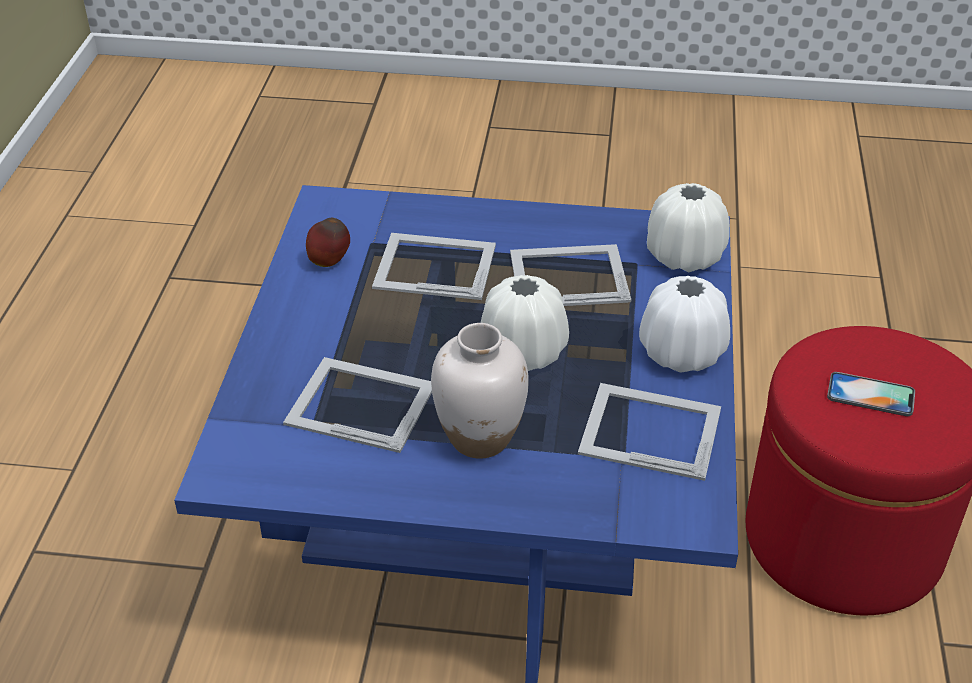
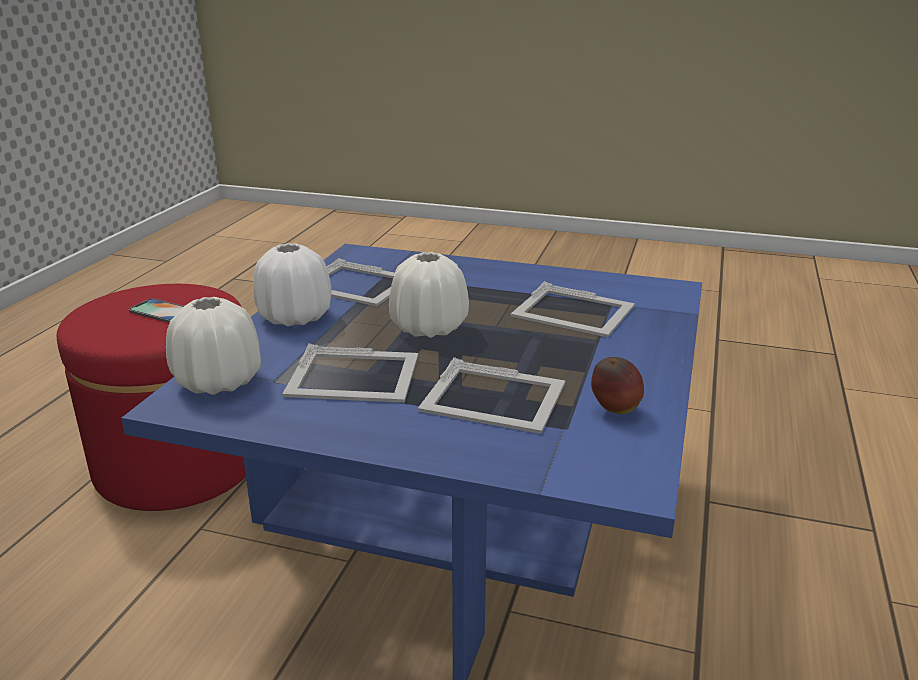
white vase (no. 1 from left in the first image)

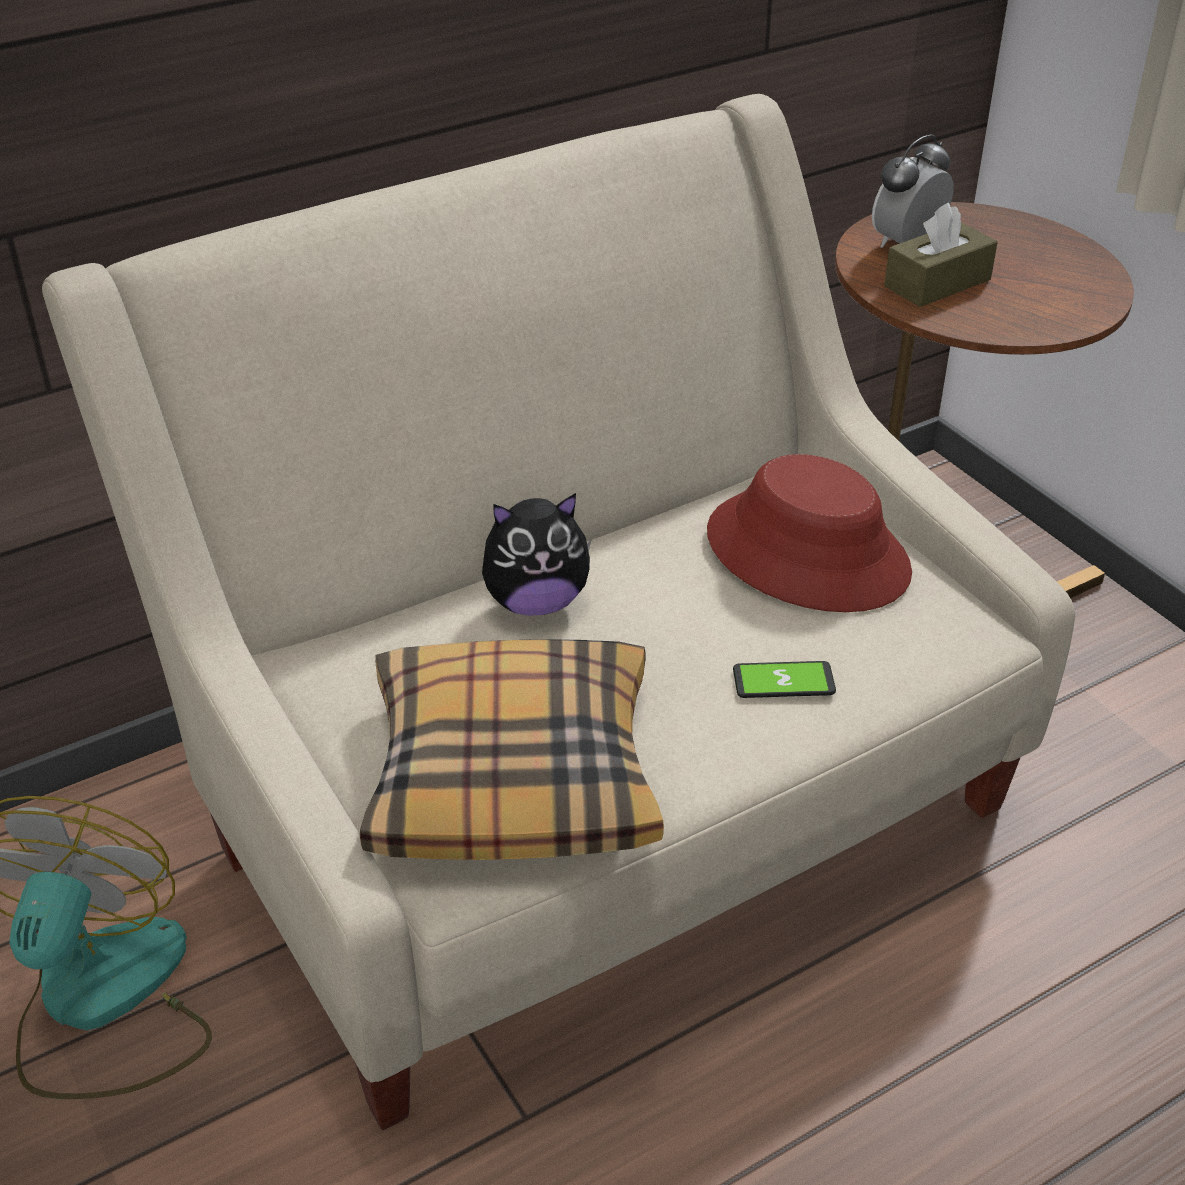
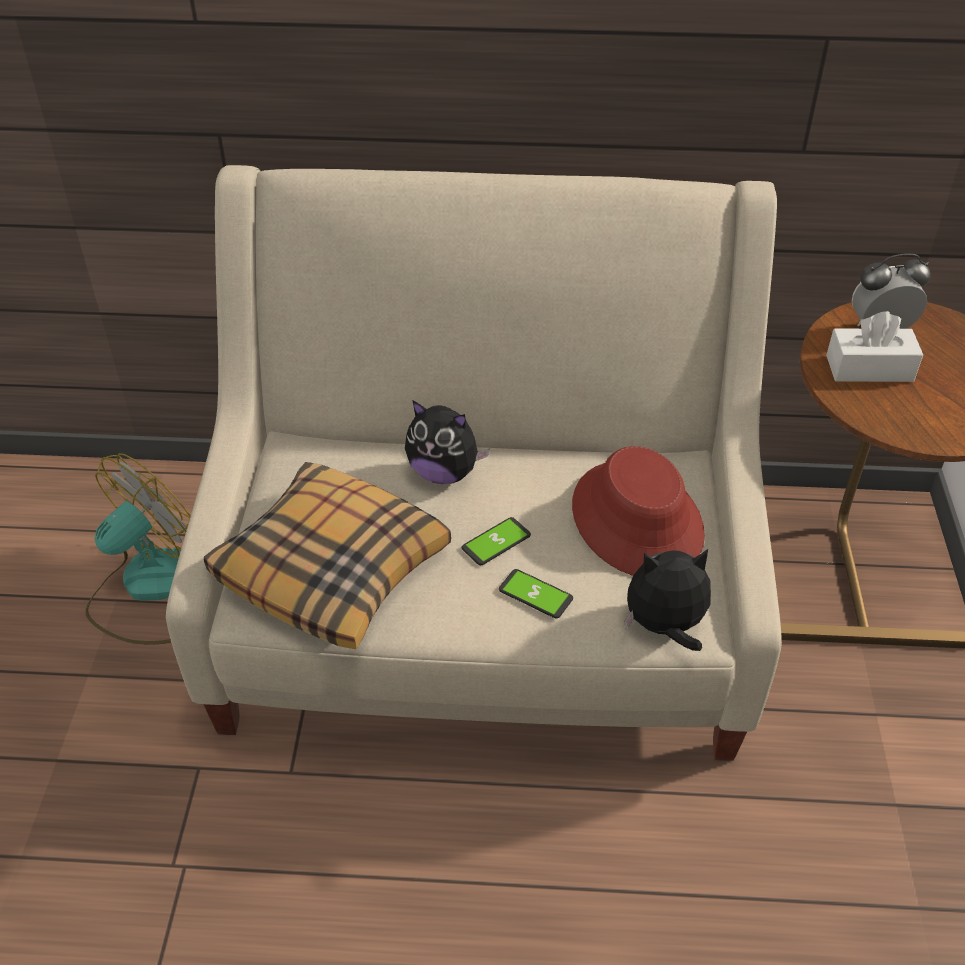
phone (no. 1 from left); plush toy (no. 2 from left); white tissue box

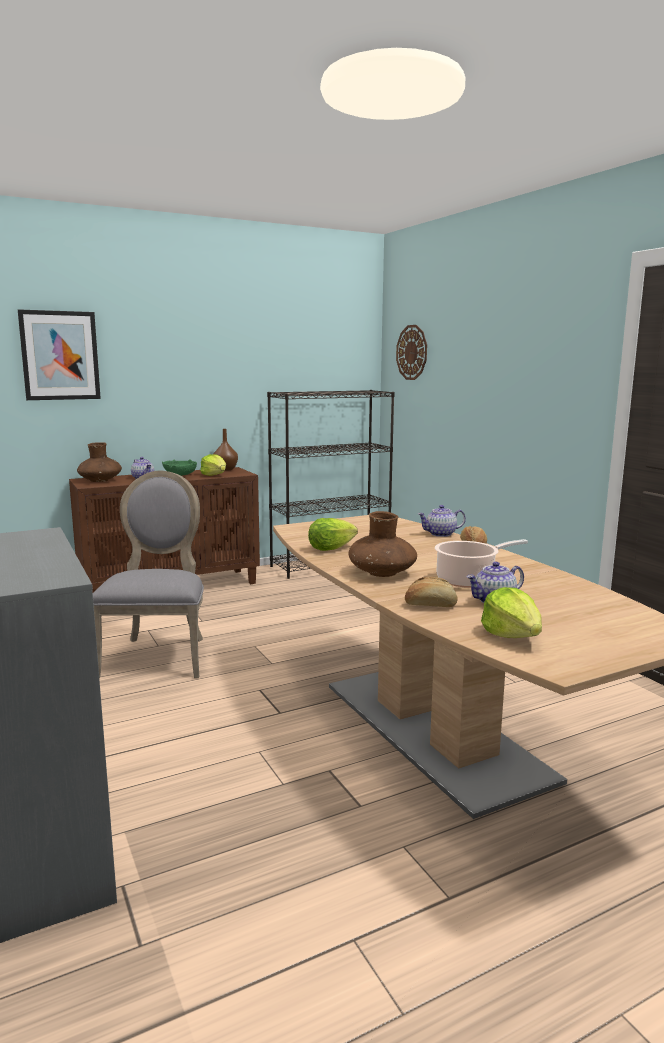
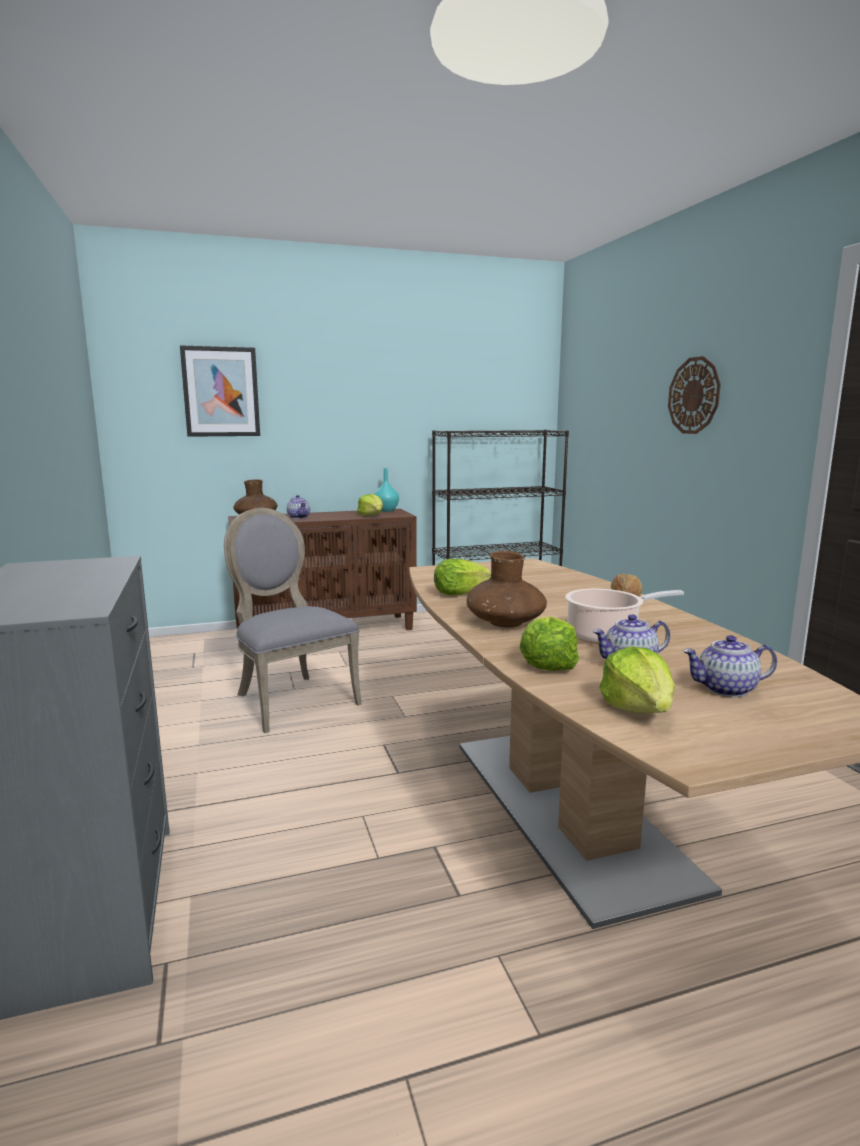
green bowl; wall clock; teapot (no. 3 from left); lettuce (no. 3 from left); turquoise vase; grey chair

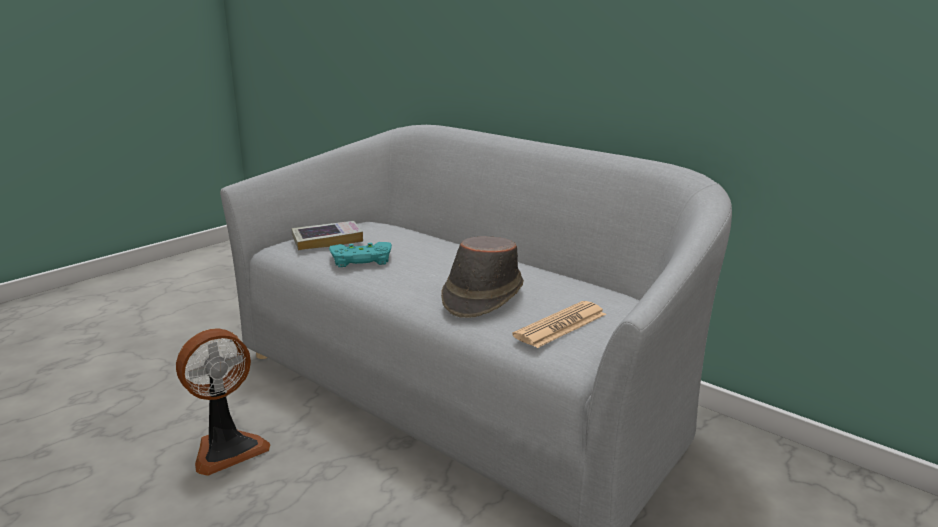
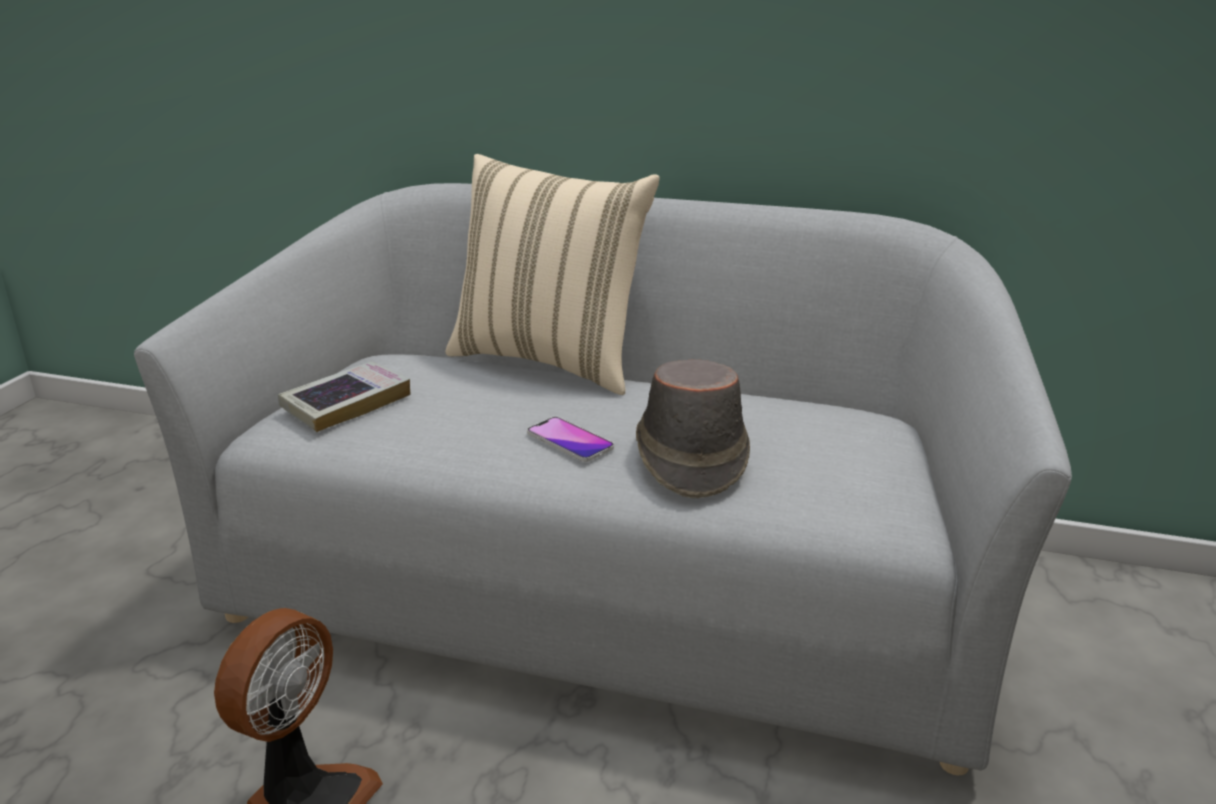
turquoise game controller; newspaper; beige pillow; phone

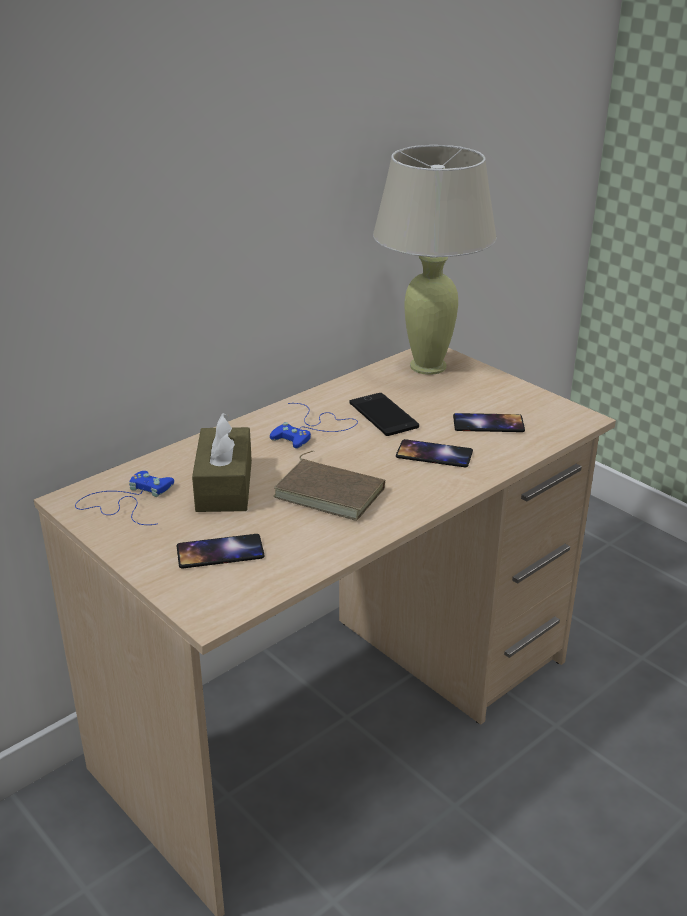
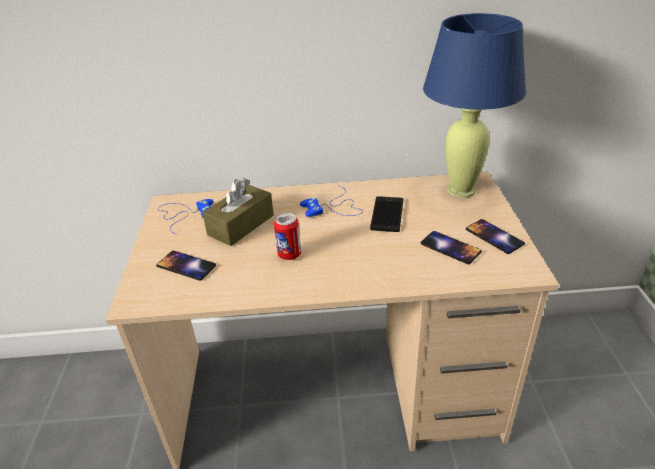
phone (no. 4 from left); can; blue table lamp

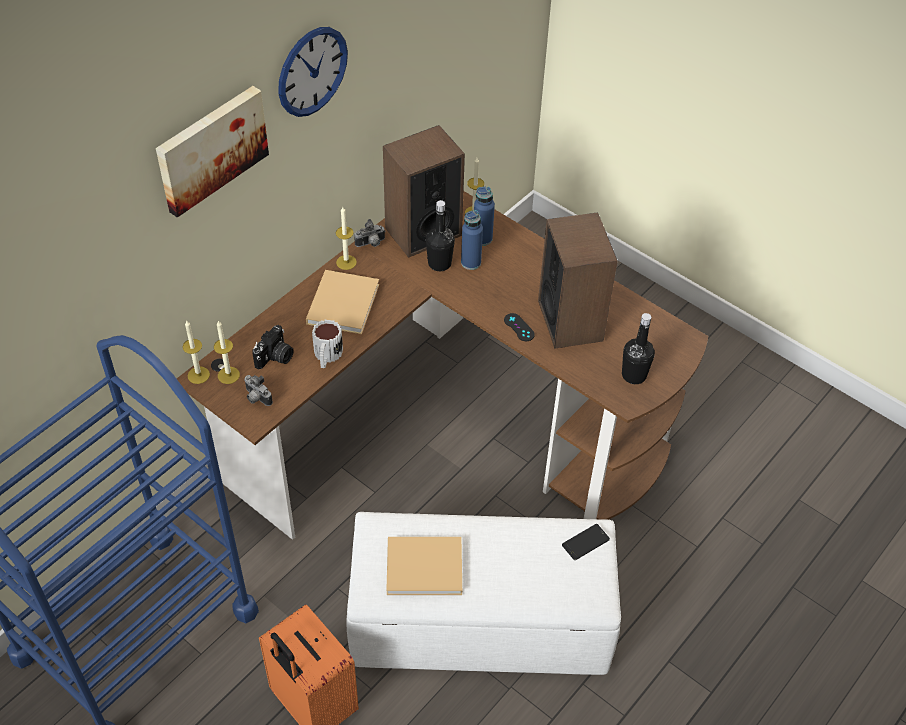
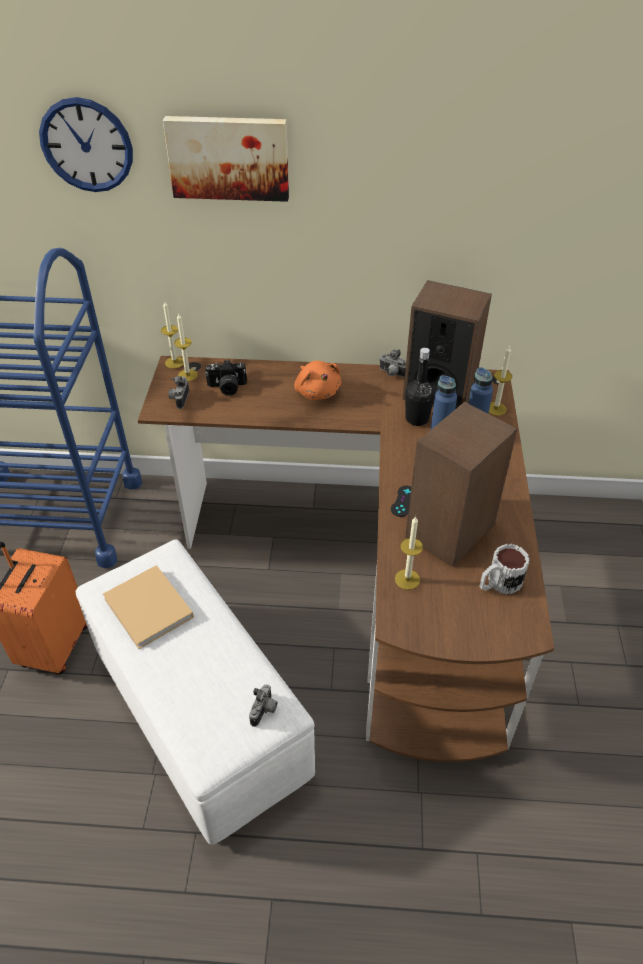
black bottle (no. 2 from left in the first image); wall clock; mug; candle (no. 3 from left); orange plush toy; photo camera (no. 3 from left)

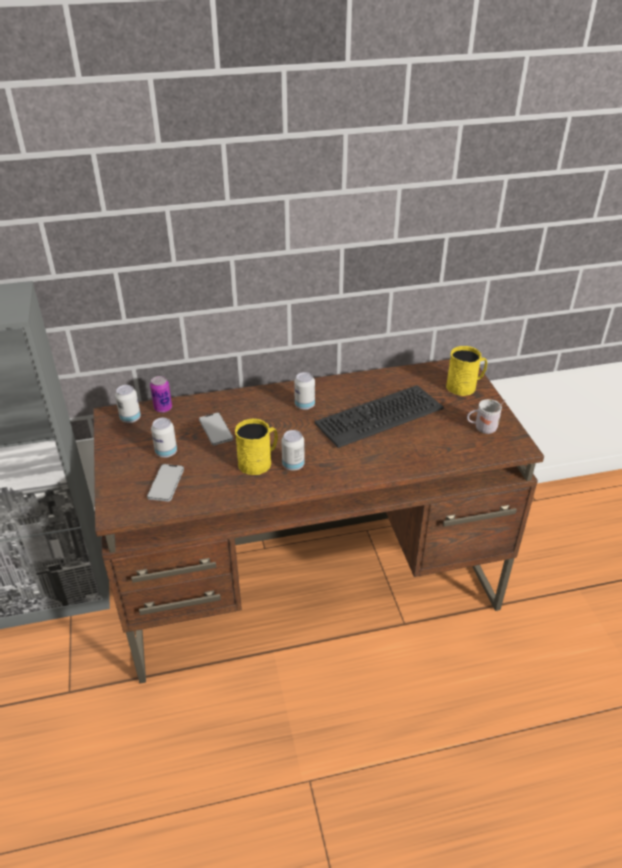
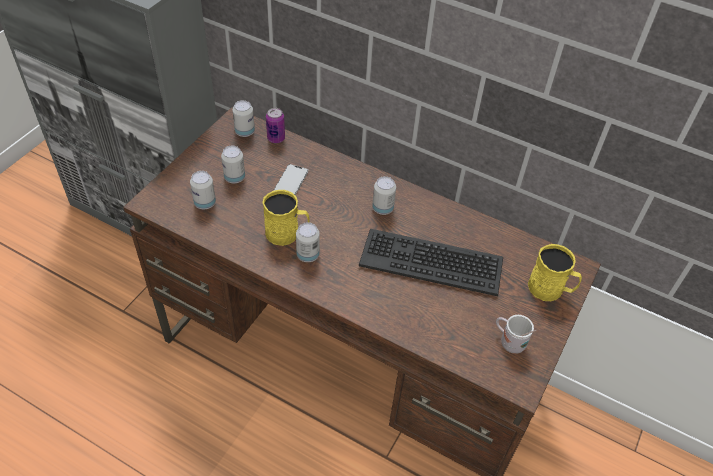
can (no. 1 from left)

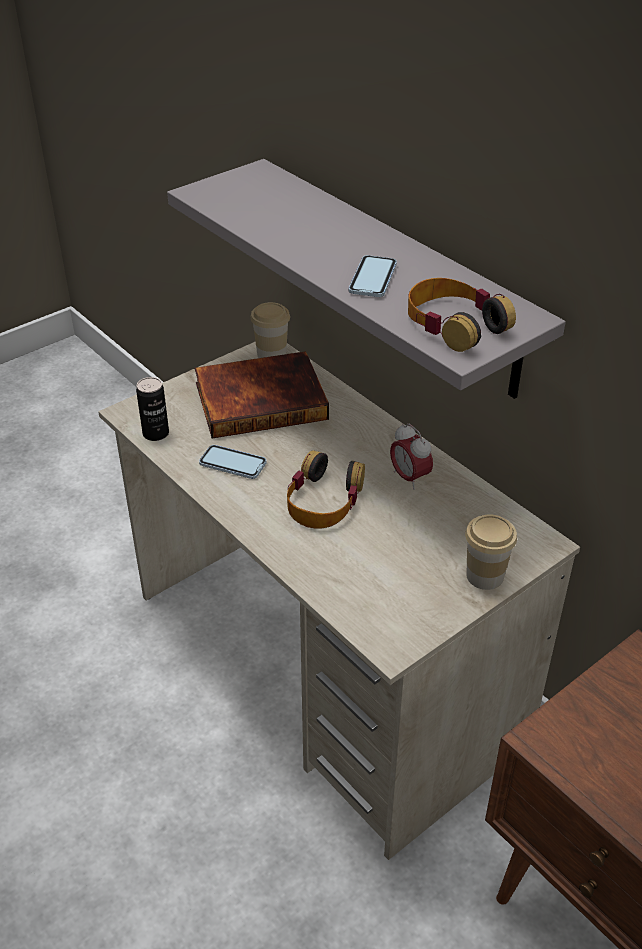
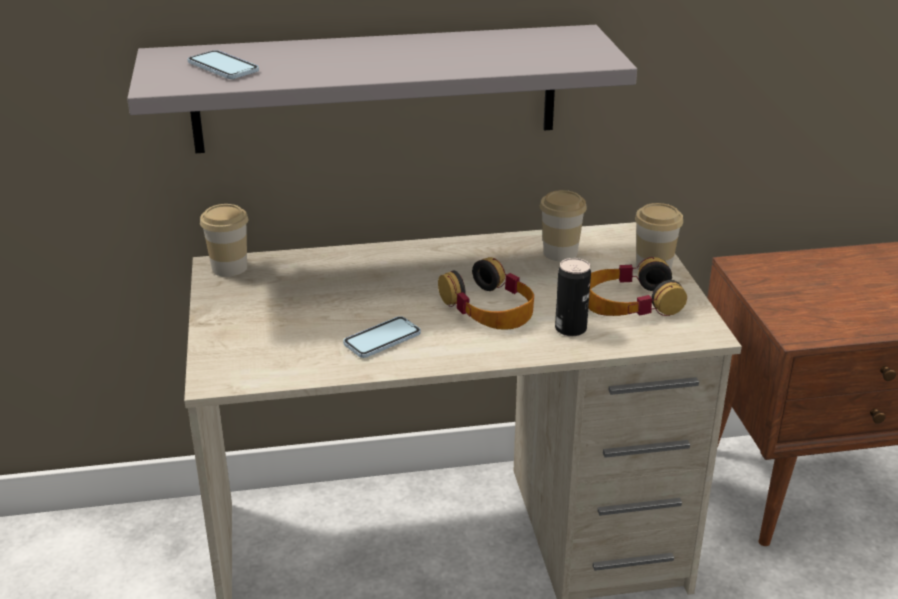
book; alarm clock; cup (no. 2 from left); can; phone (no. 1 from left); headphones (no. 2 from left)

